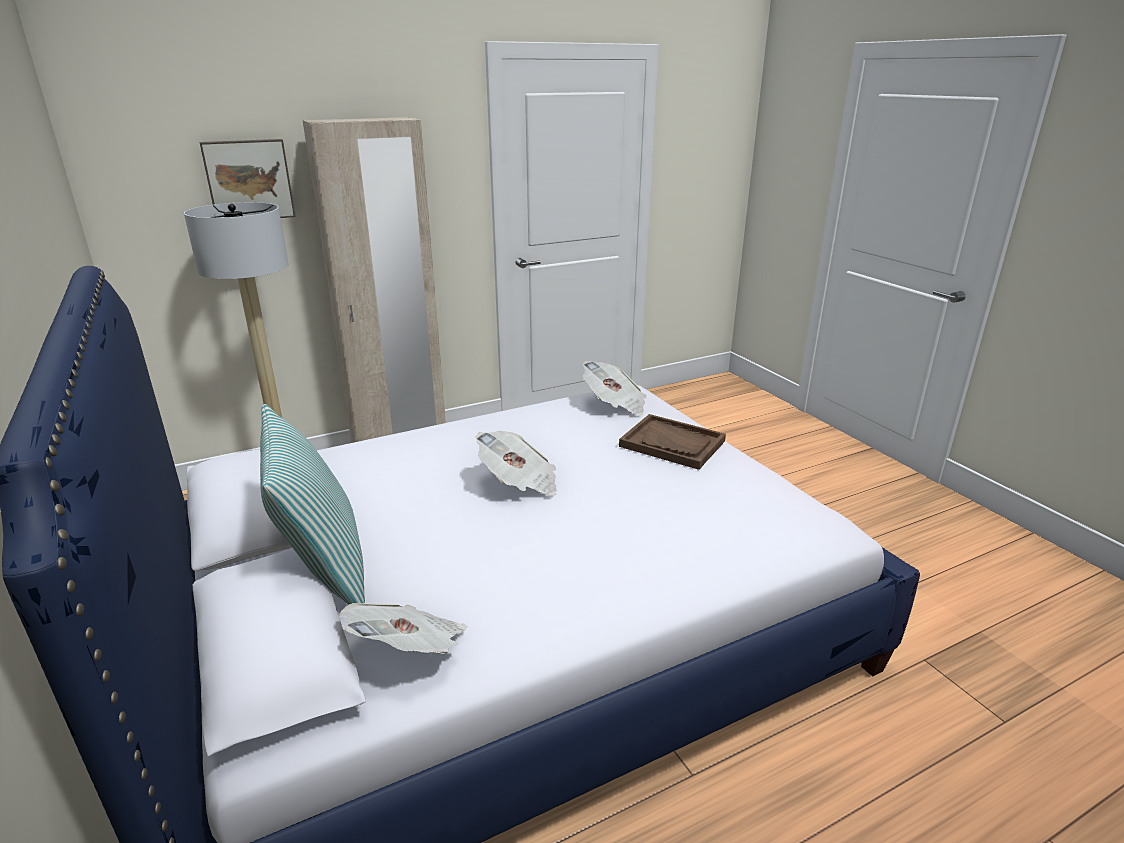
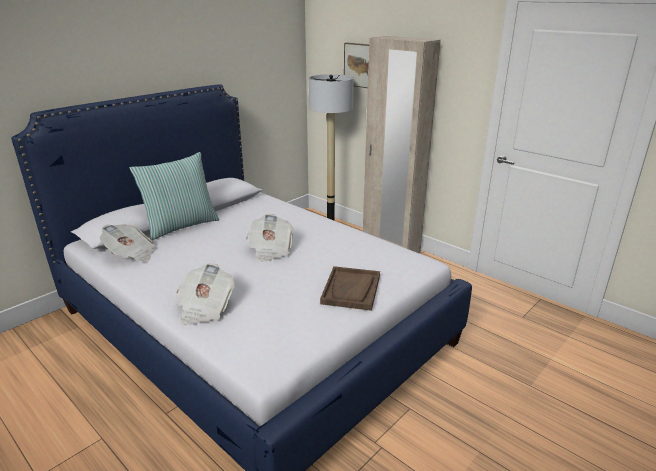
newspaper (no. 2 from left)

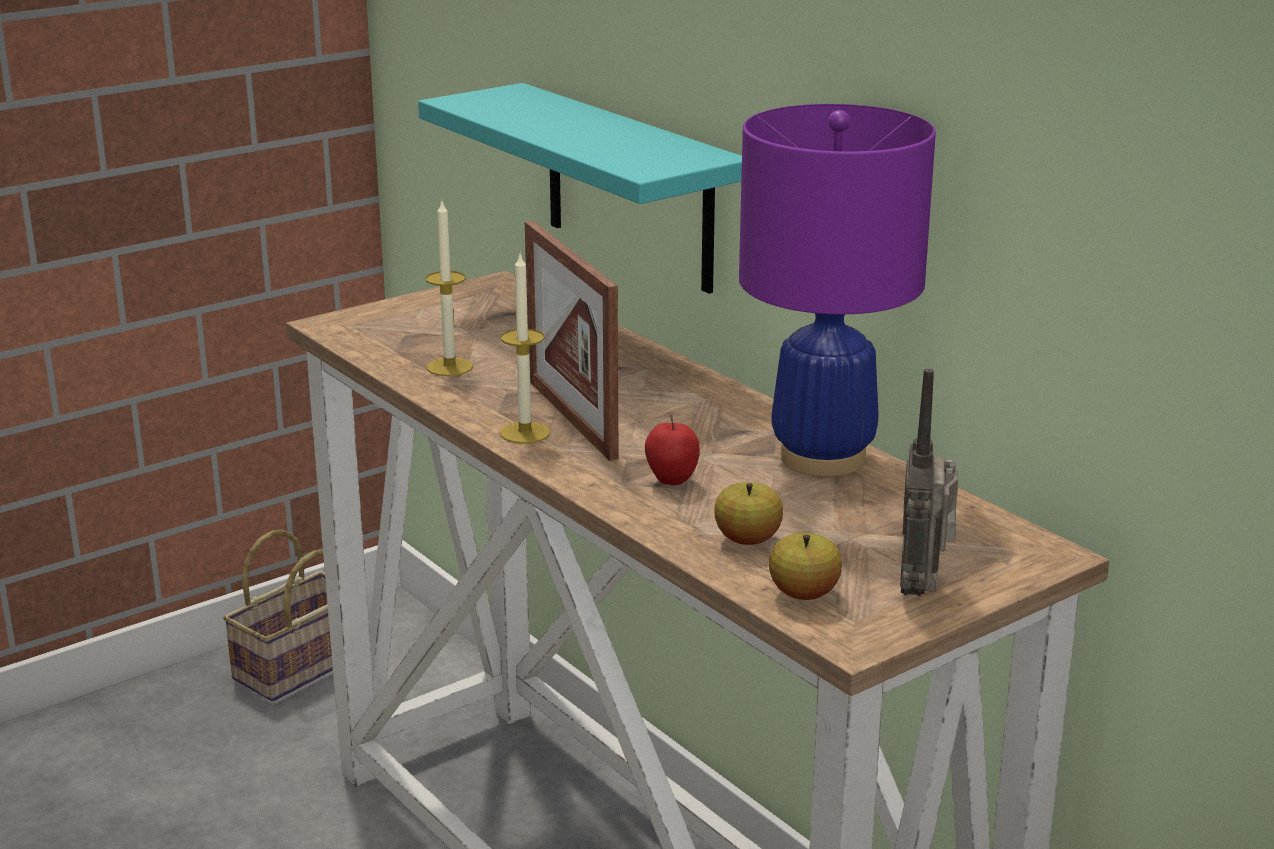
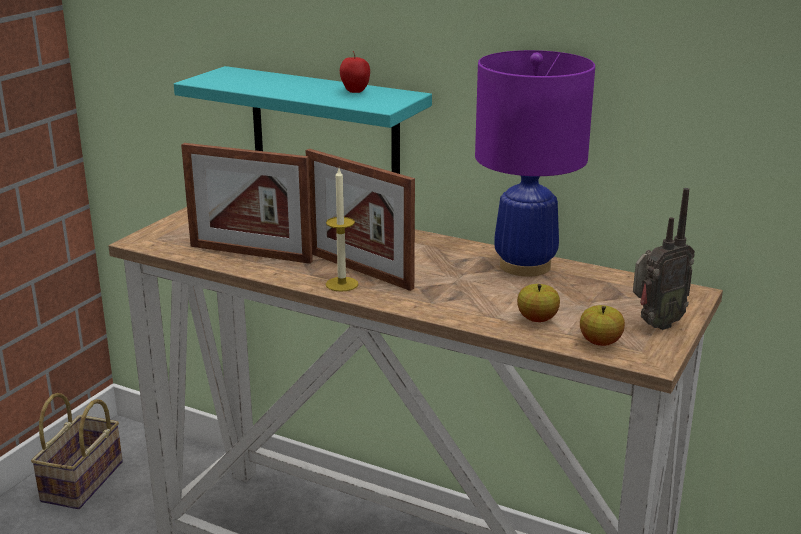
apple (no. 1 from left); picture frame (no. 1 from left); radio

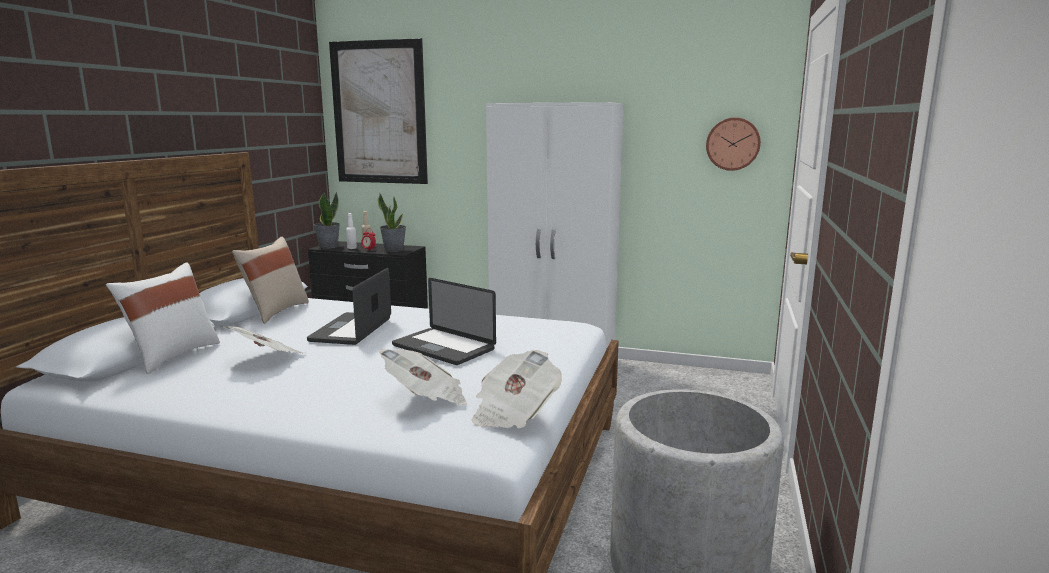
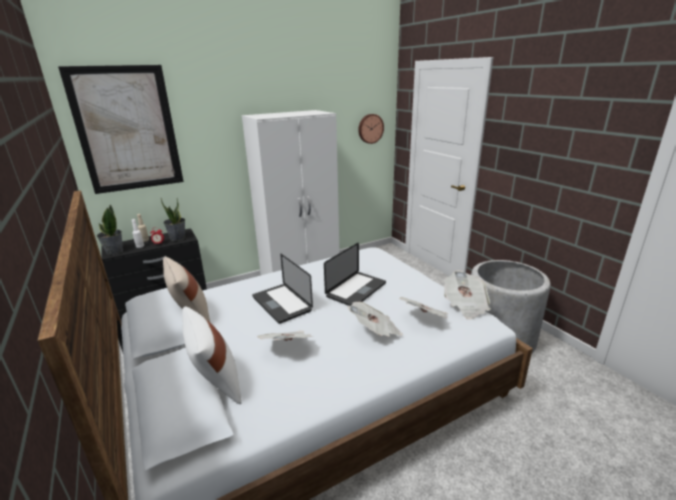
newspaper (no. 2 from left); laptop (no. 2 from left)

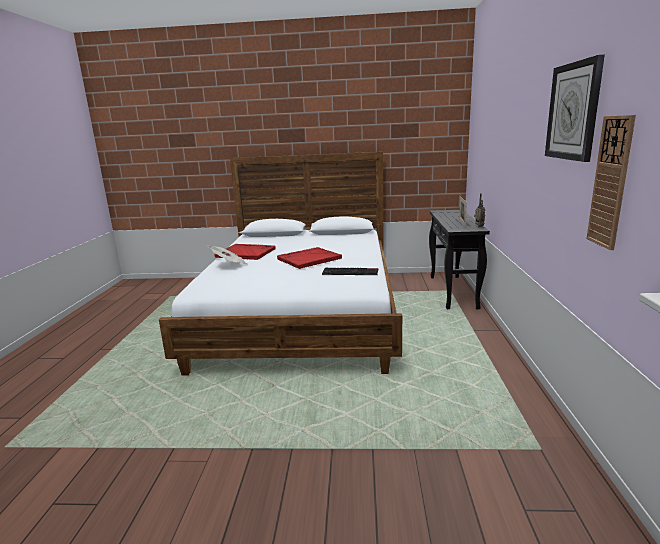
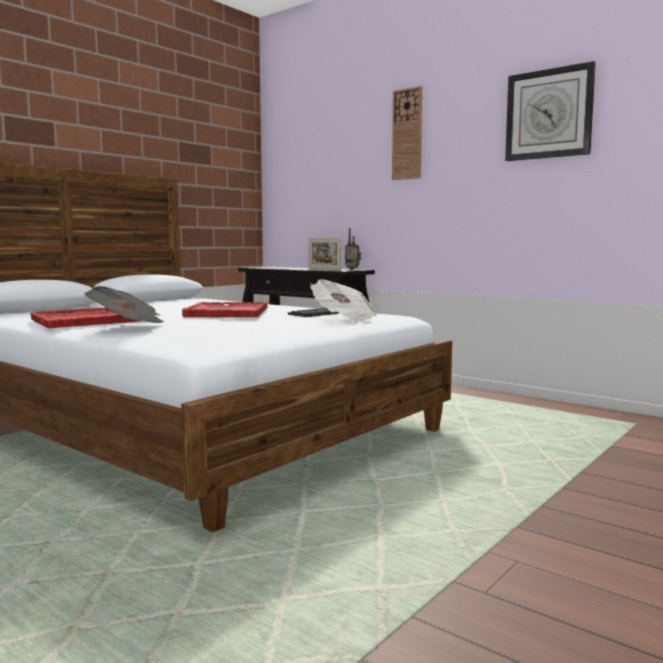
newspaper (no. 2 from left); wall clock (no. 1 from left)

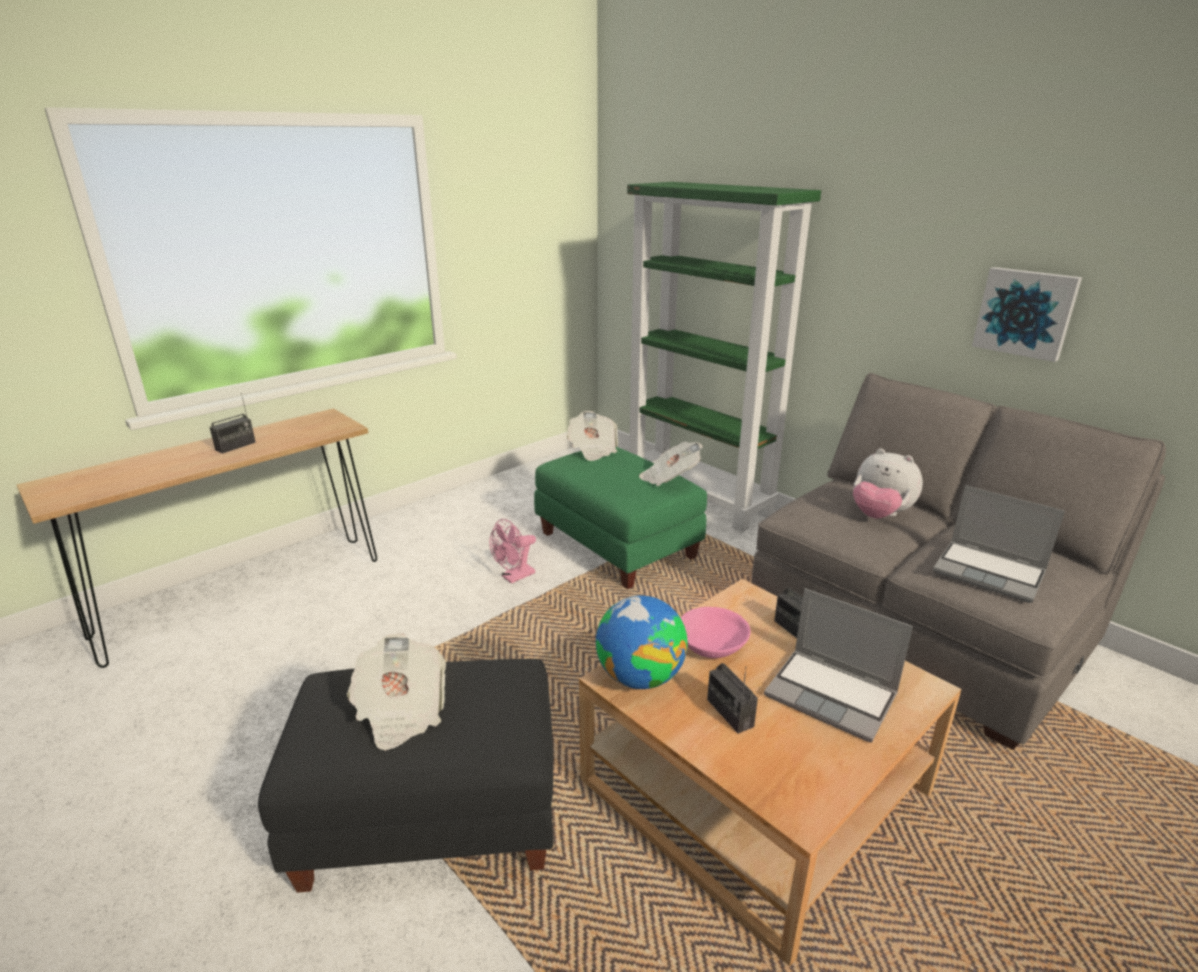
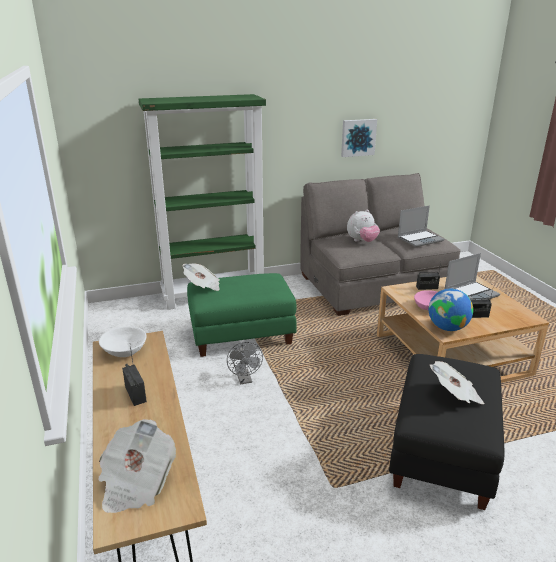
white bowl; newspaper (no. 1 from left); grey fan

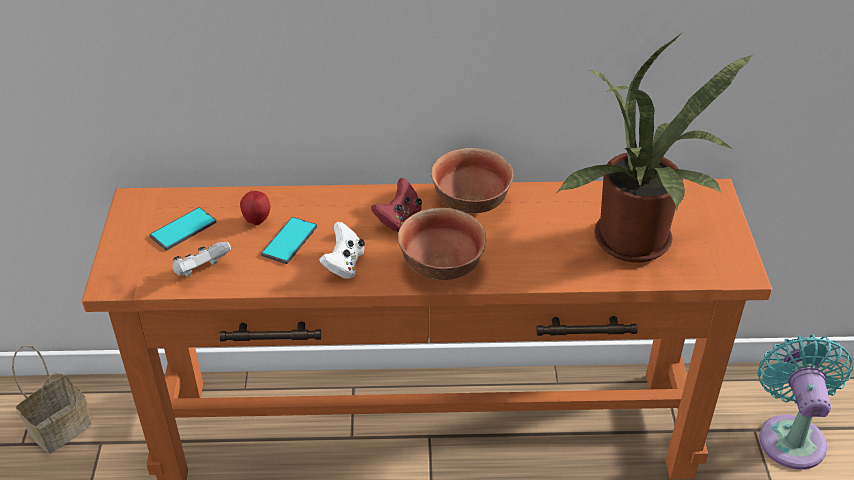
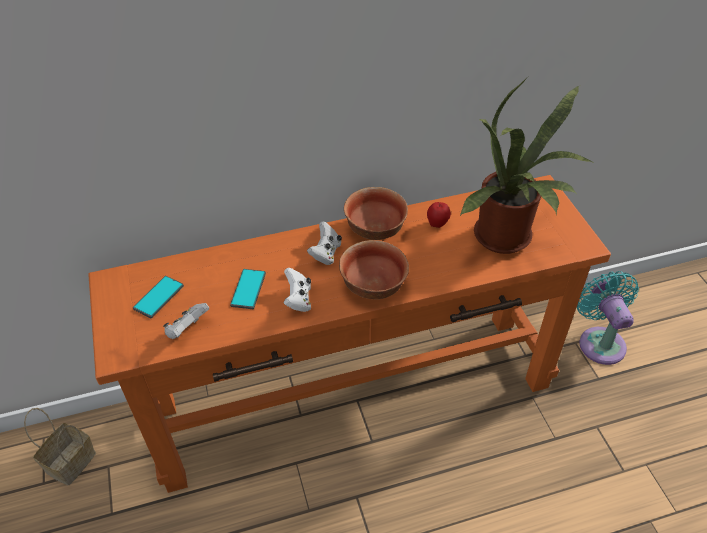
apple; white game controller (no. 3 from left)

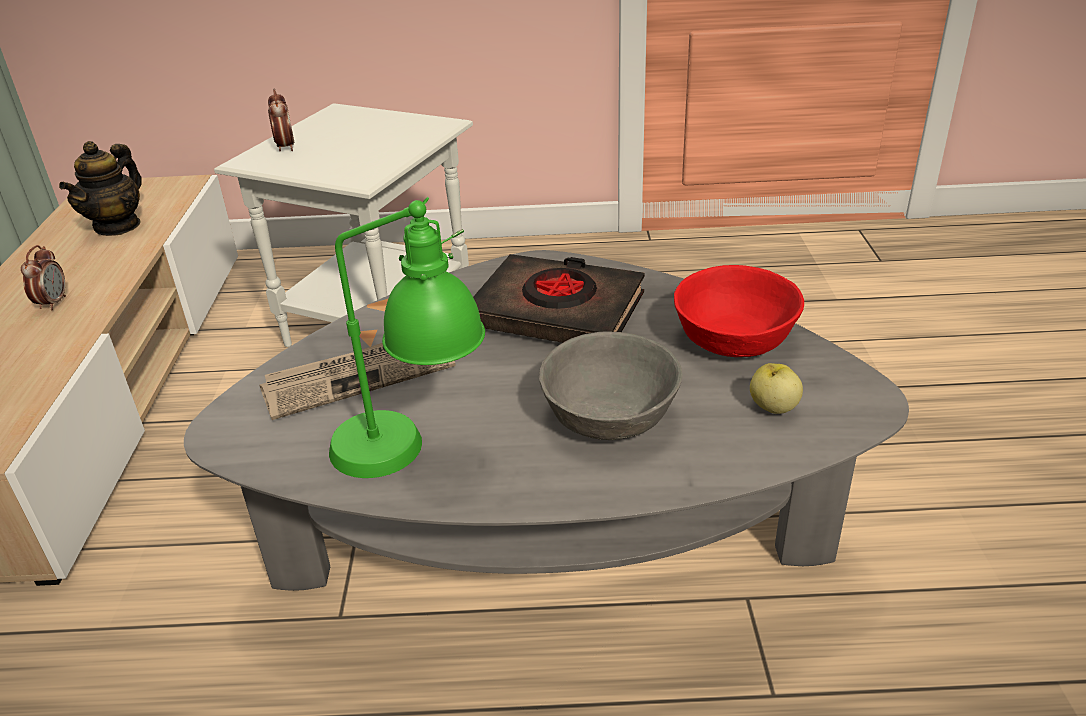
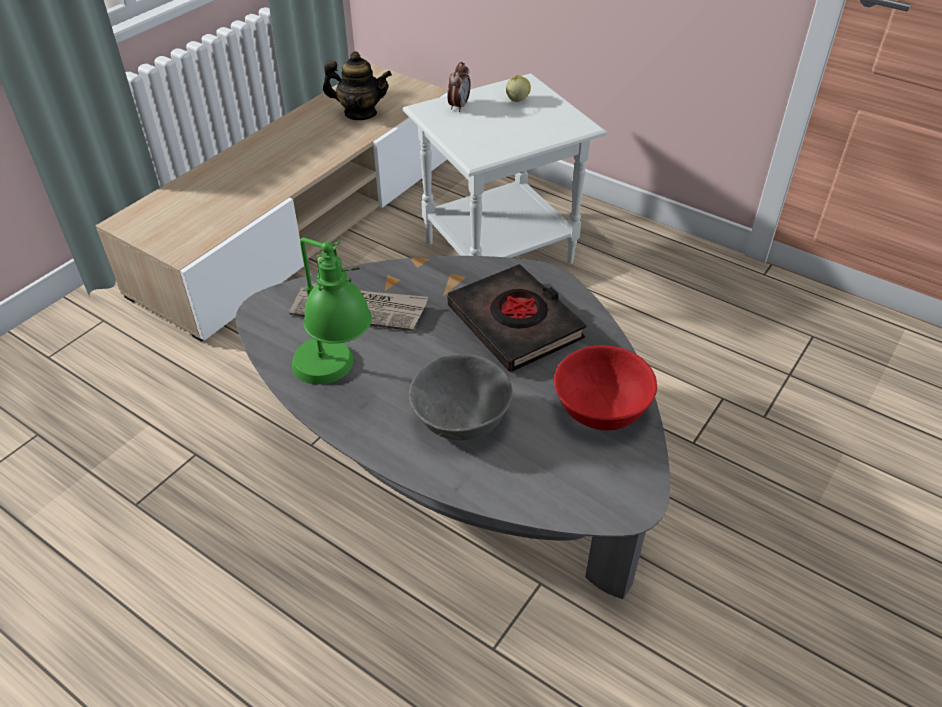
alarm clock (no. 1 from left in the first image); apple; teapot

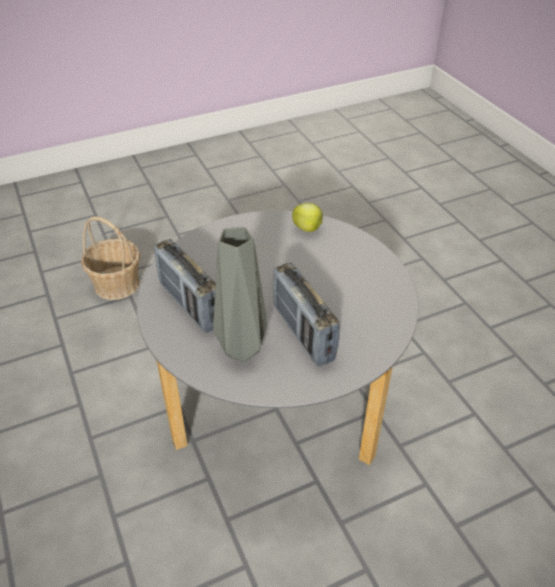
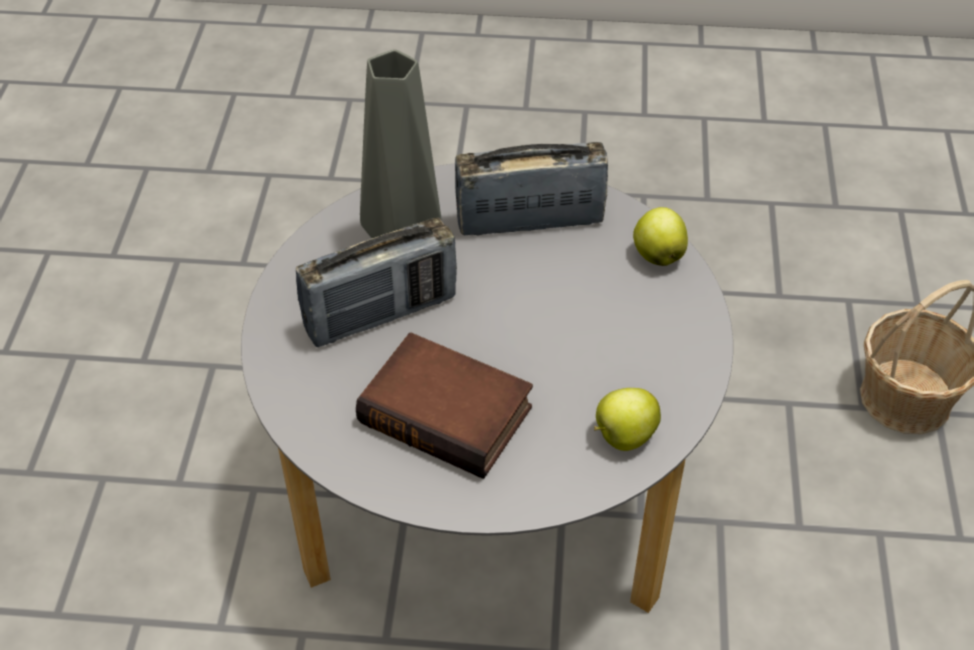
book; apple (no. 2 from left); radio (no. 1 from left)

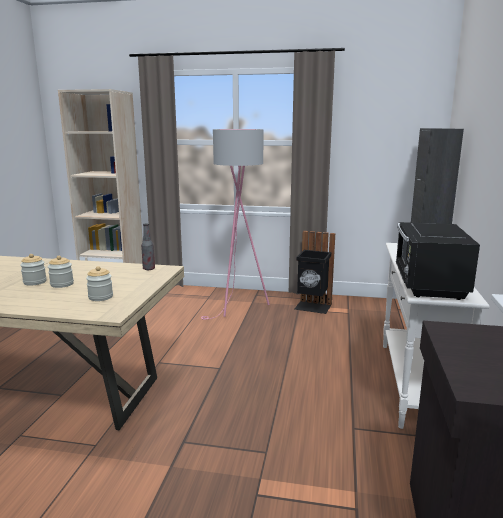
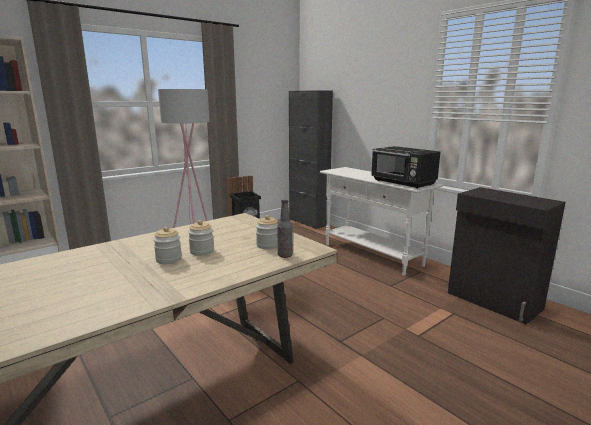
bottle

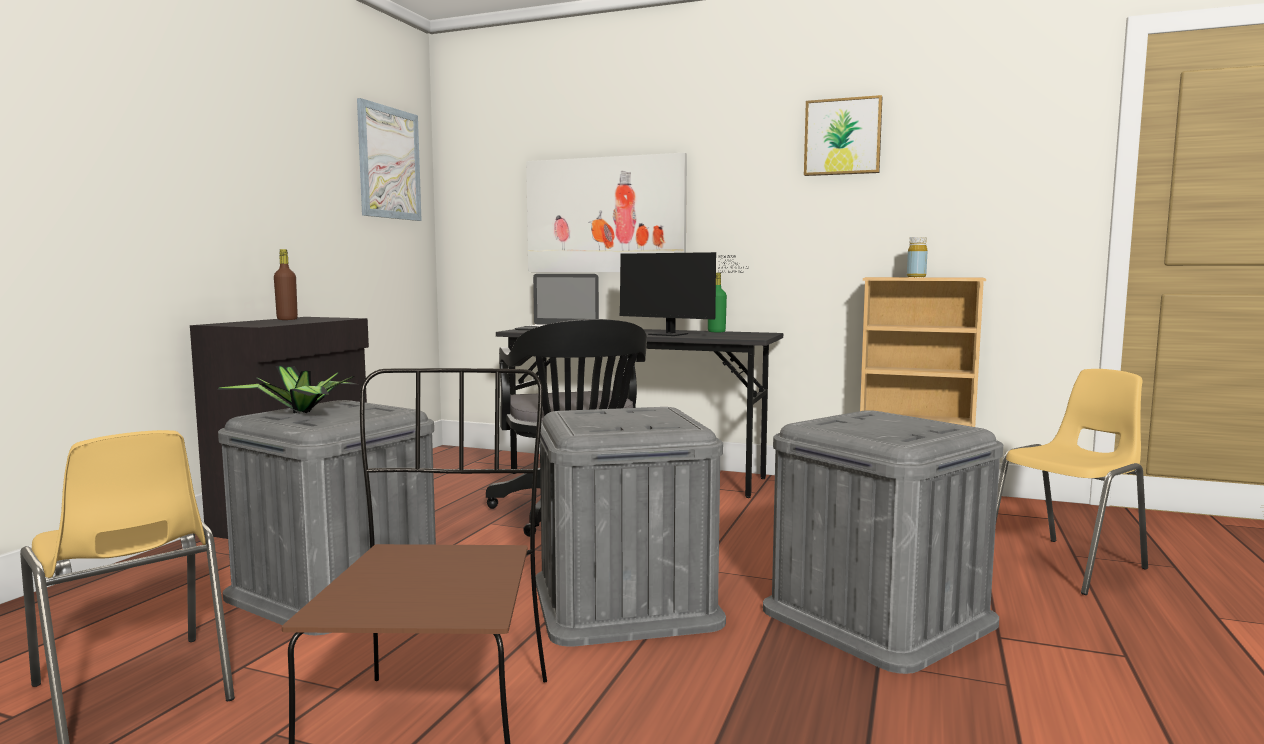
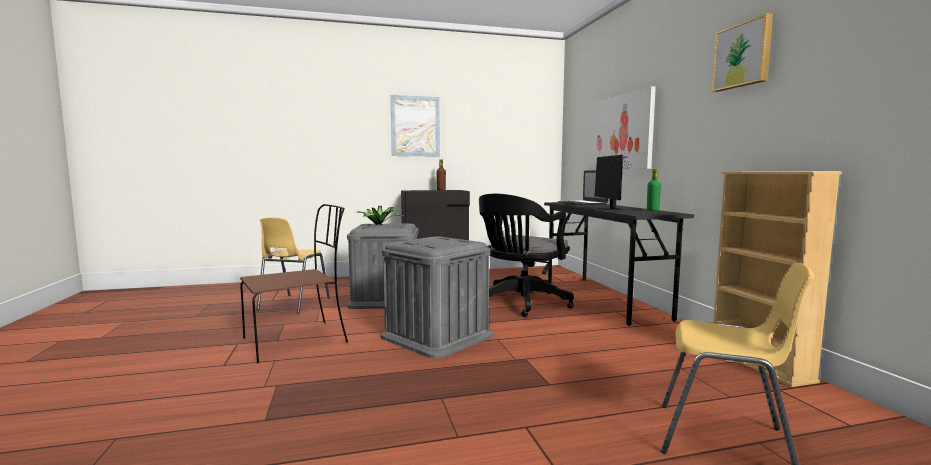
grey storage box (no. 3 from left in the first image); yellow bottle; picture (no. 1 from left)

